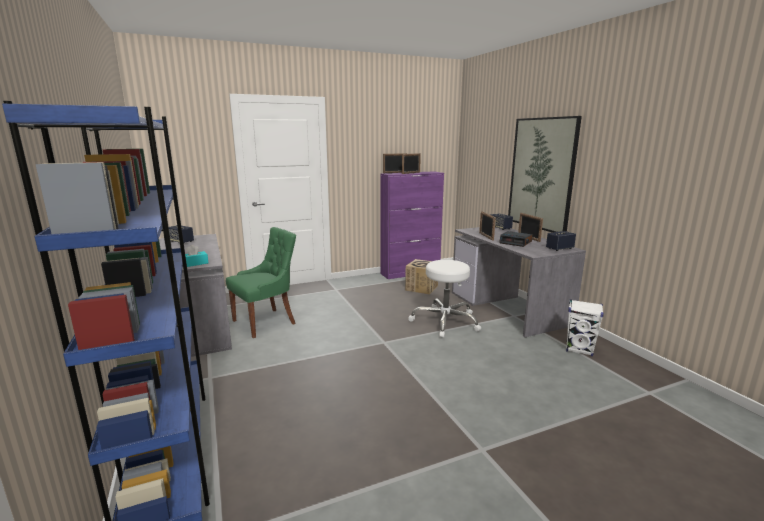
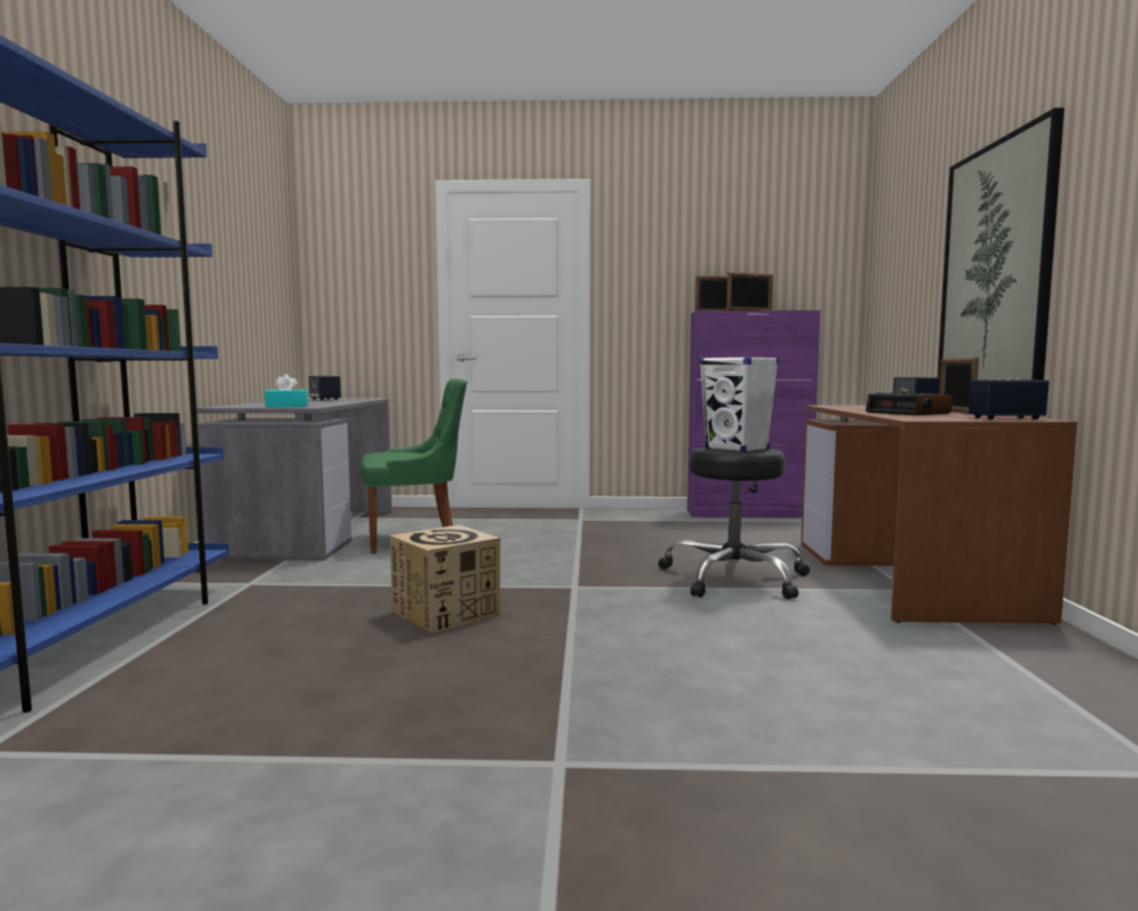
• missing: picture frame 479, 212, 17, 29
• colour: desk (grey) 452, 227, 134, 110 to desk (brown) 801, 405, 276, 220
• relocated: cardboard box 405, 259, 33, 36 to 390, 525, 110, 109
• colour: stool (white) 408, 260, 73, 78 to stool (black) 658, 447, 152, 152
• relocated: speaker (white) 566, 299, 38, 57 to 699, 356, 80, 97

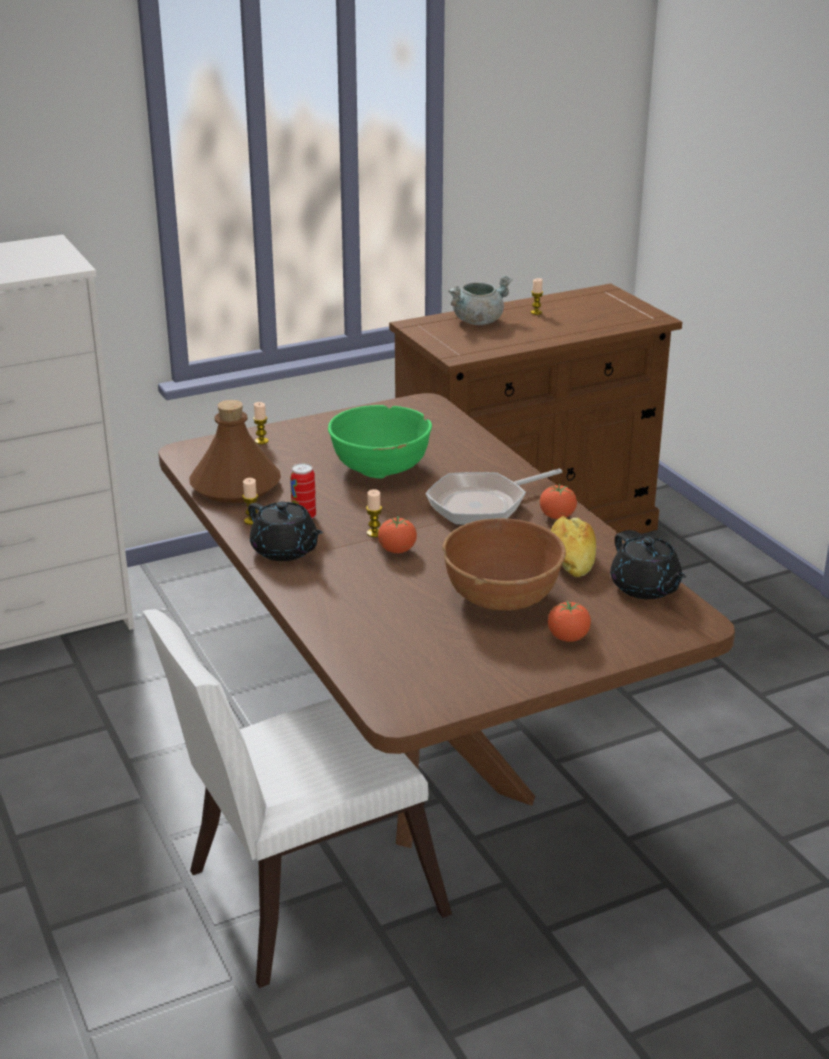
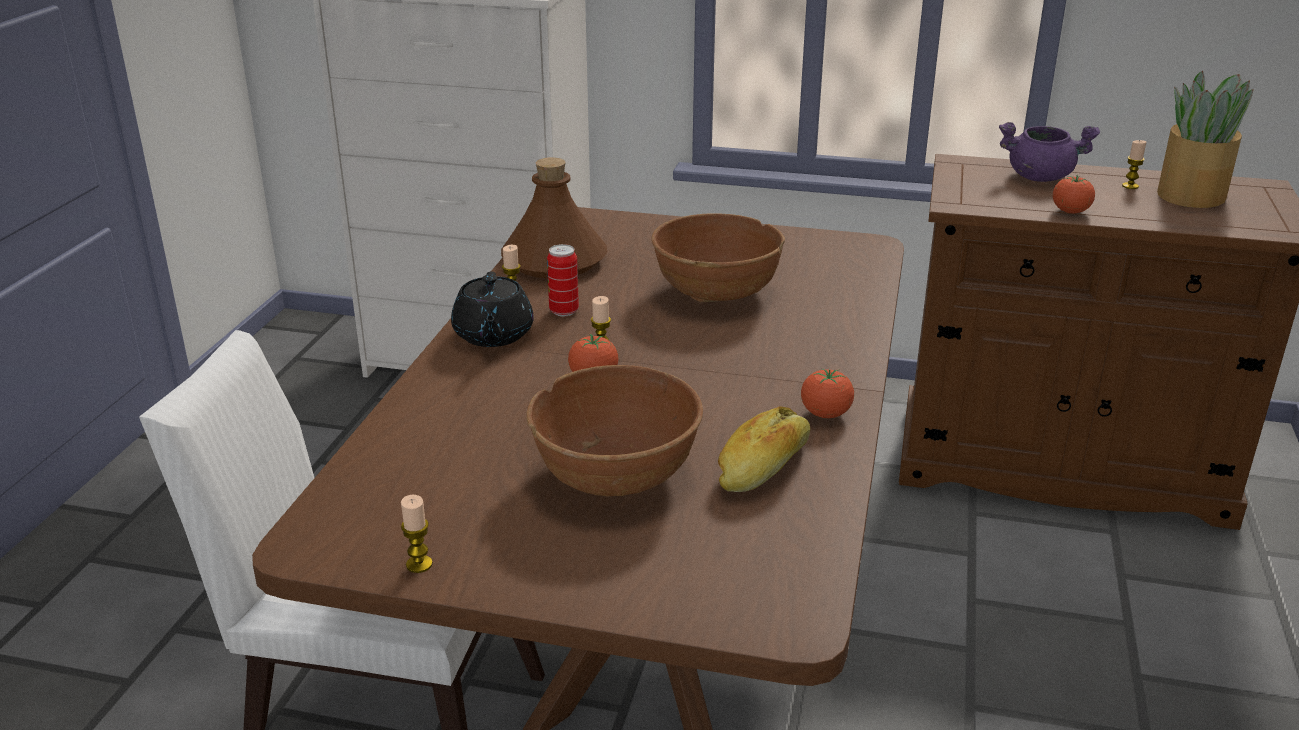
• colour: cooking pot (grey) 448, 276, 65, 49 to cooking pot (purple) 999, 122, 101, 60
• relocated: candle 253, 402, 16, 42 to 401, 495, 32, 78
• colour: bowl (green) 328, 405, 104, 73 to bowl (brown) 651, 213, 134, 89
• missing: frying pan 425, 469, 137, 56
• missing: teapot (black) 610, 533, 76, 66
• relocated: tomato 548, 601, 43, 41 to 1053, 175, 42, 38
• appeared: potted plant 1157, 71, 97, 137

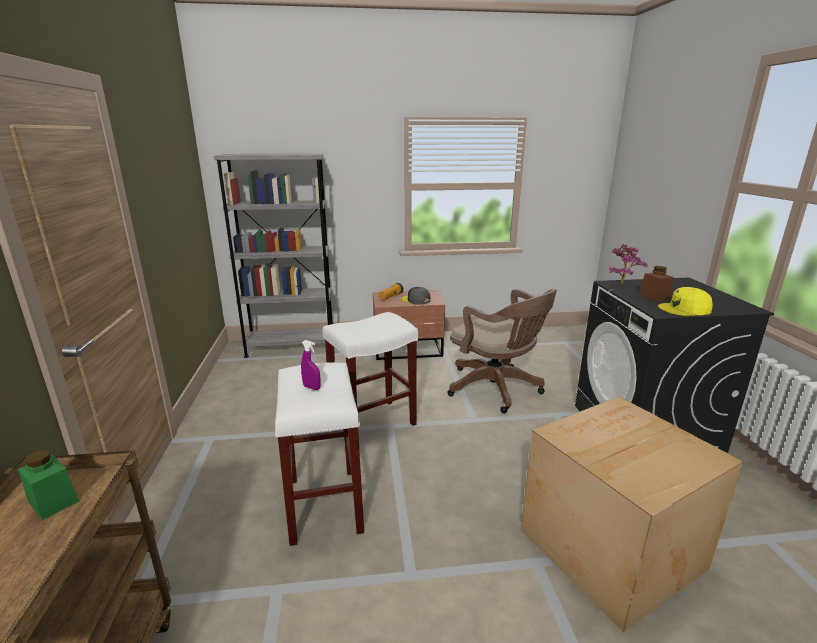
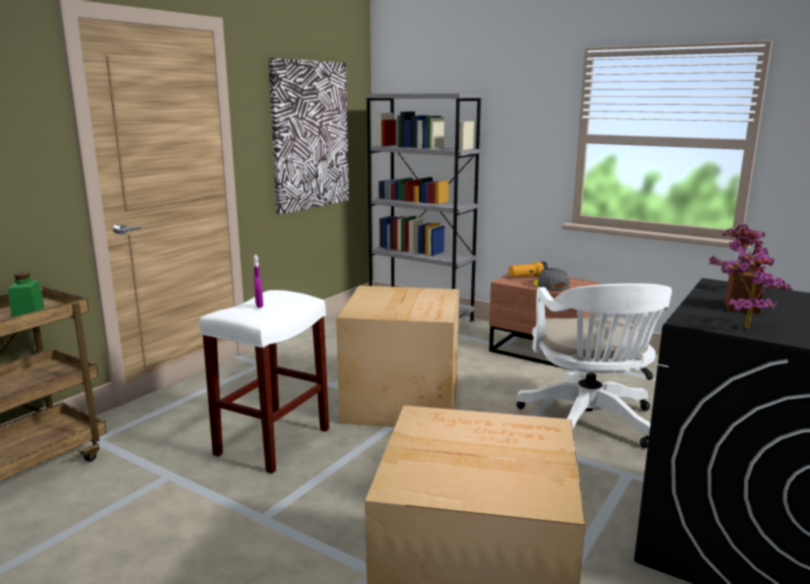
• exchanged: cap (yellow) 658, 287, 55, 29 to potted plant 721, 252, 71, 77
• colour: office chair (brown) 448, 289, 109, 125 to office chair (white) 516, 283, 156, 165
• exchanged: stool (white) 323, 312, 95, 114 to cardboard box 336, 286, 123, 141
• appeared: picture 268, 58, 81, 156

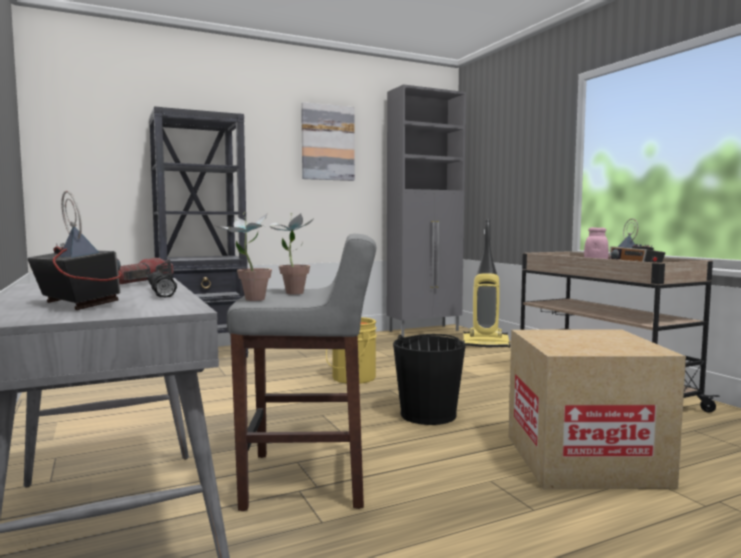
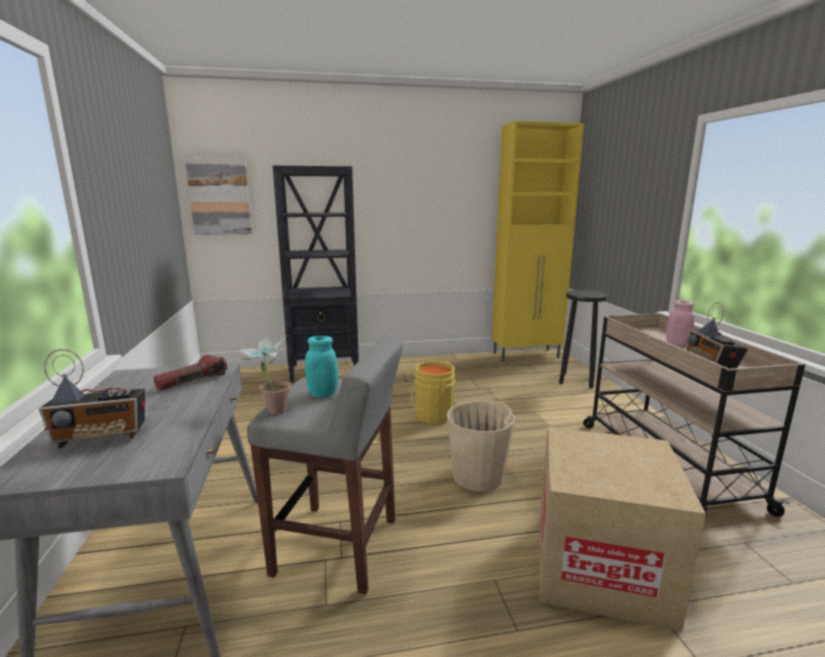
• colour: cabinet (grey) 387, 84, 79, 252 to cabinet (yellow) 492, 121, 92, 241
• relocated: picture 301, 102, 54, 79 to 185, 157, 67, 78
• spun: radio 27, 191, 95, 119 = 38, 349, 107, 100 105 degrees clockwise
• exchanged: potted plant 269, 213, 44, 81 to jar (turquoise) 305, 336, 33, 61
• exchanged: vacuum cleaner 463, 219, 47, 129 to stool (black) 559, 290, 48, 98
• missing: flashlight (black) 148, 271, 29, 27
• colour: bucket (black) 393, 334, 73, 91 to bucket (beige) 447, 401, 68, 90

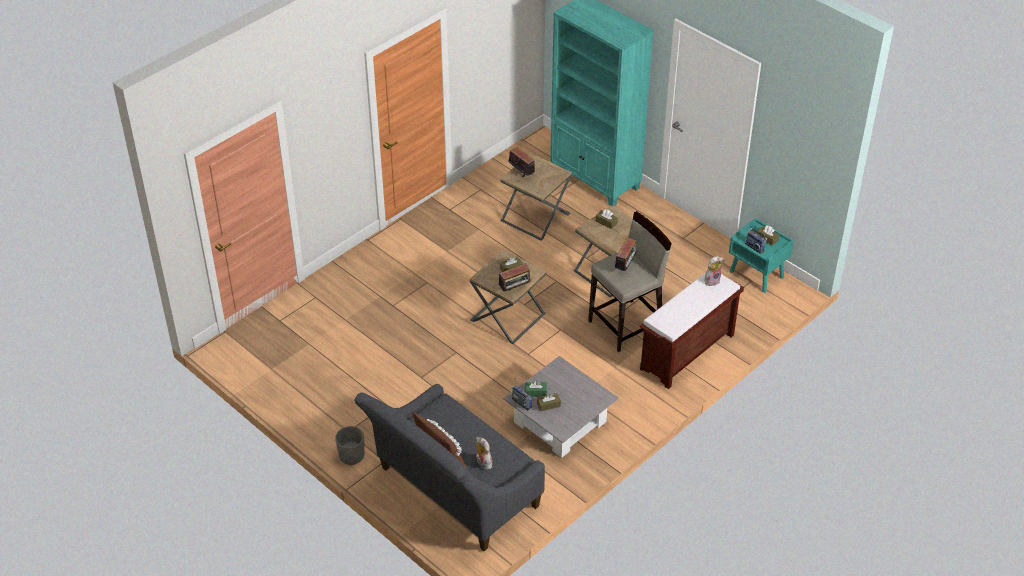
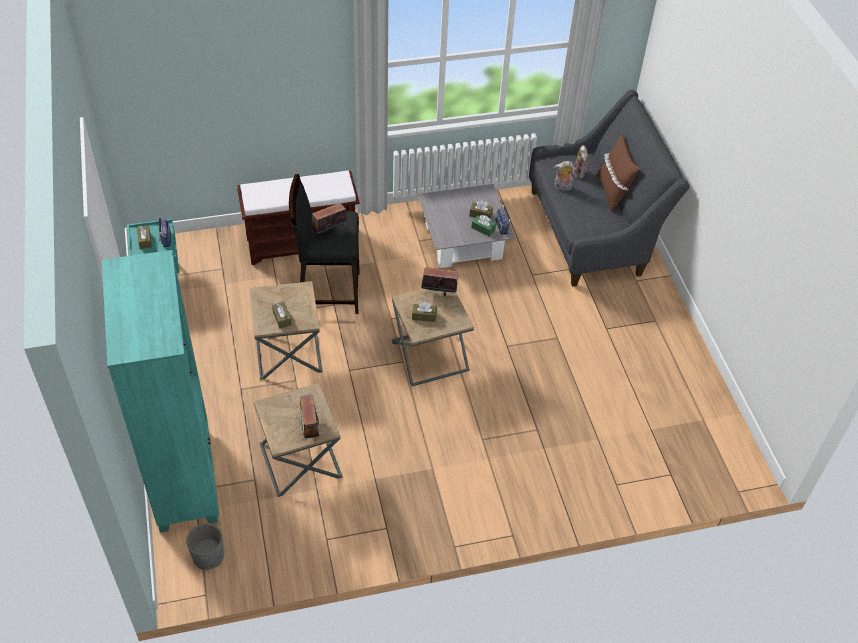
• colour: stool (beige) 588, 211, 84, 141 to stool (black) 289, 174, 71, 140
• relocated: plush toy 704, 256, 20, 30 to 554, 161, 20, 30
• relocated: planter (grey) 335, 426, 29, 39 to 186, 523, 38, 47

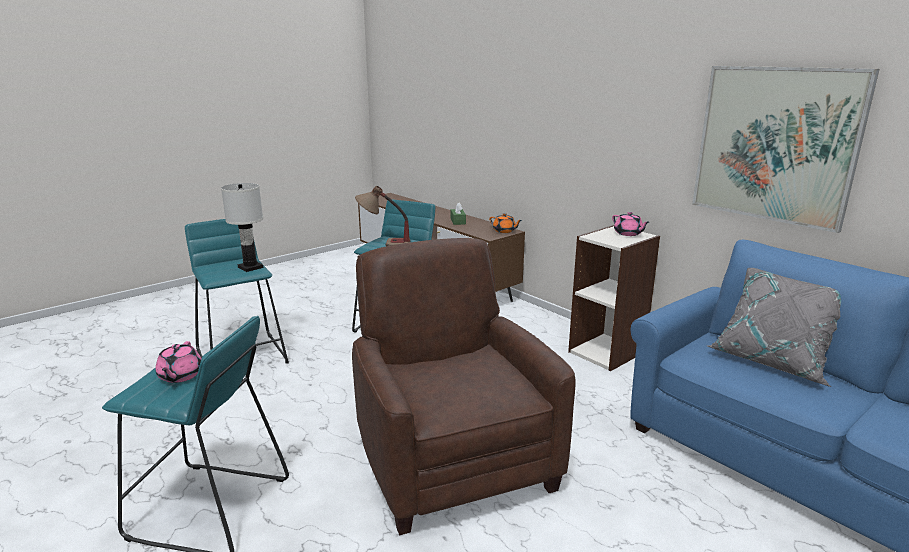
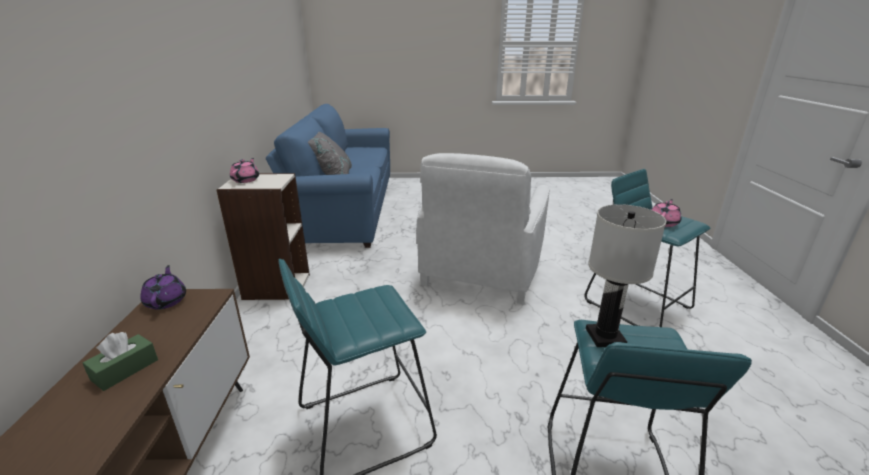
• missing: picture 692, 66, 187, 167
• missing: table lamp 355, 186, 56, 60
• colour: teapot (orange) 489, 213, 33, 20 to teapot (purple) 140, 265, 46, 44
• colour: armchair (brown) 352, 238, 224, 297 to armchair (white) 417, 153, 133, 151

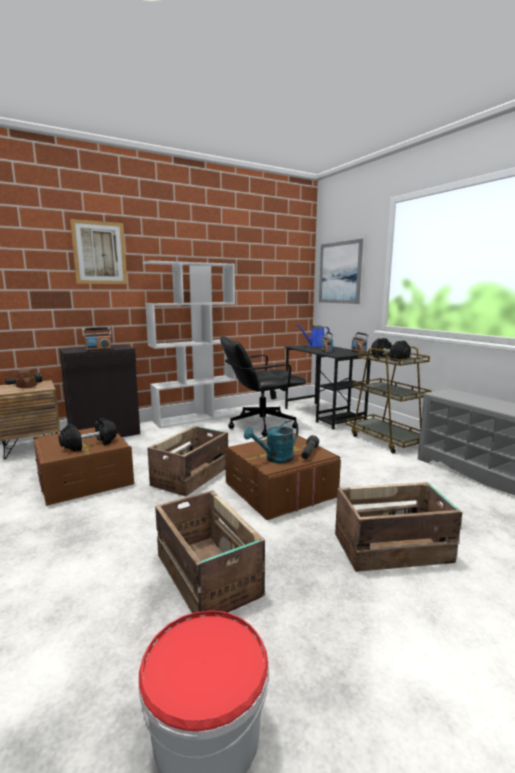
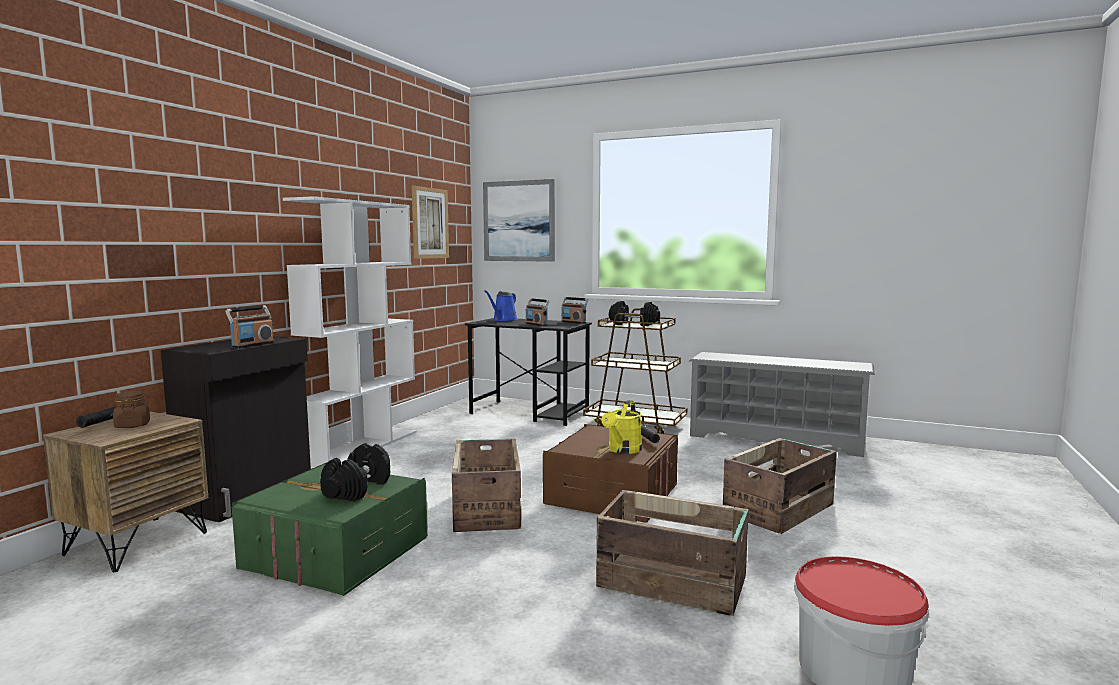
• relocated: picture 70, 219, 57, 65 to 412, 186, 37, 73
• missing: office chair (black) 220, 336, 86, 100
• colour: watering can (turquoise) 244, 420, 54, 44 to watering can (yellow) 602, 400, 40, 54
• colour: storage box (brown) 33, 427, 101, 79 to storage box (green) 232, 463, 196, 133

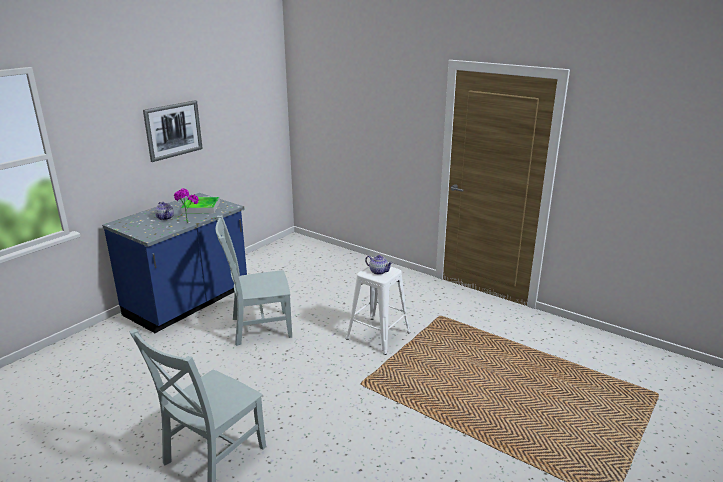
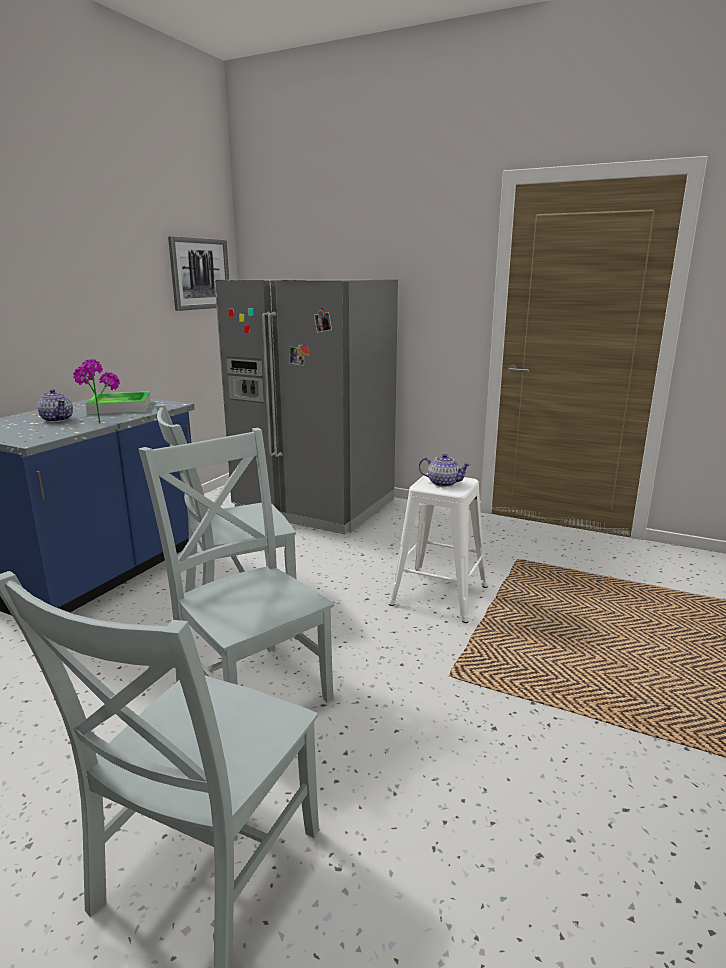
• relocated: picture 143, 100, 60, 62 to 168, 236, 61, 75
• appeared: fridge (grey) 215, 279, 183, 255
• appeared: chair (grey) 139, 428, 195, 275

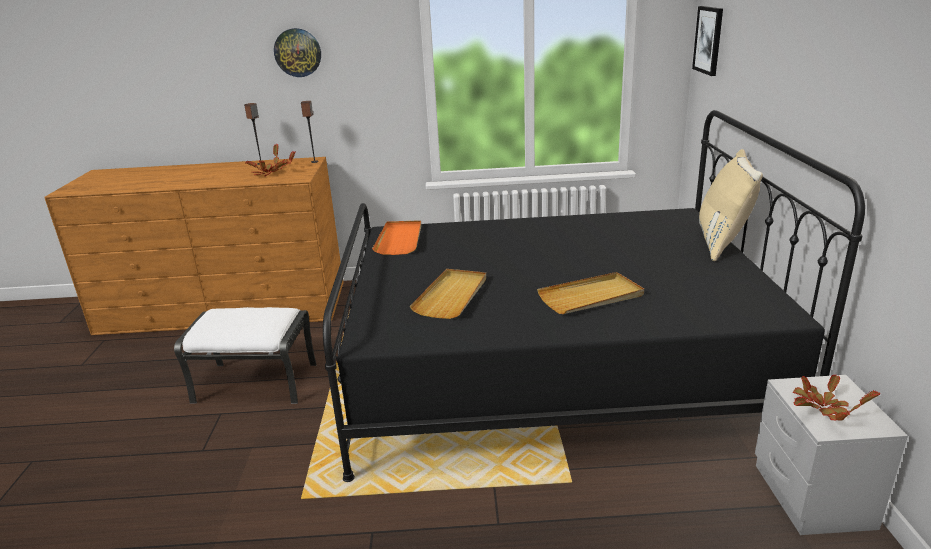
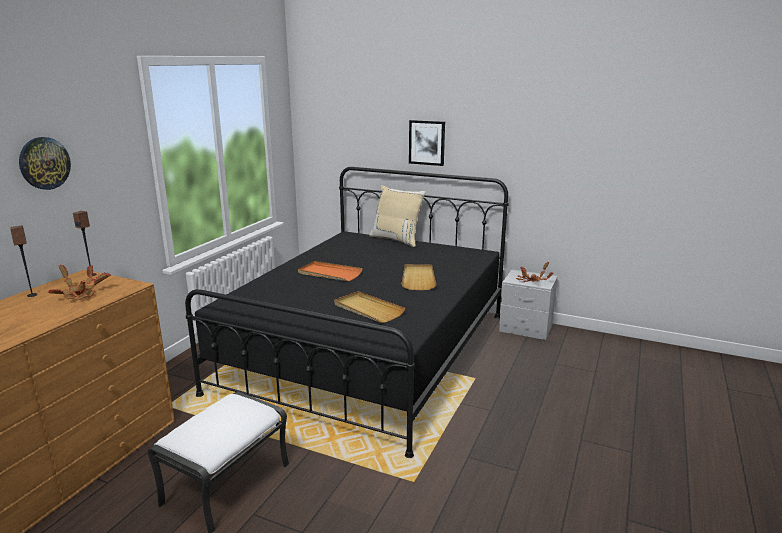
• relocated: picture 692, 6, 31, 70 to 409, 120, 36, 46
• relocated: tray (orange) 372, 220, 49, 35 to 298, 261, 65, 20

